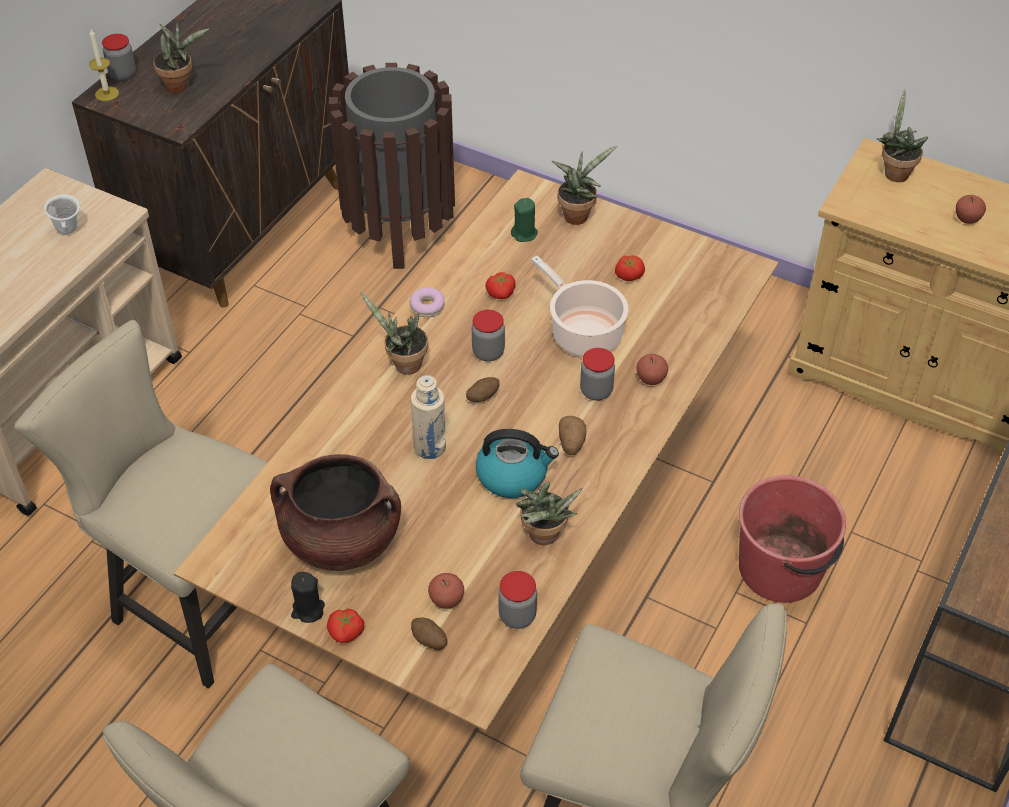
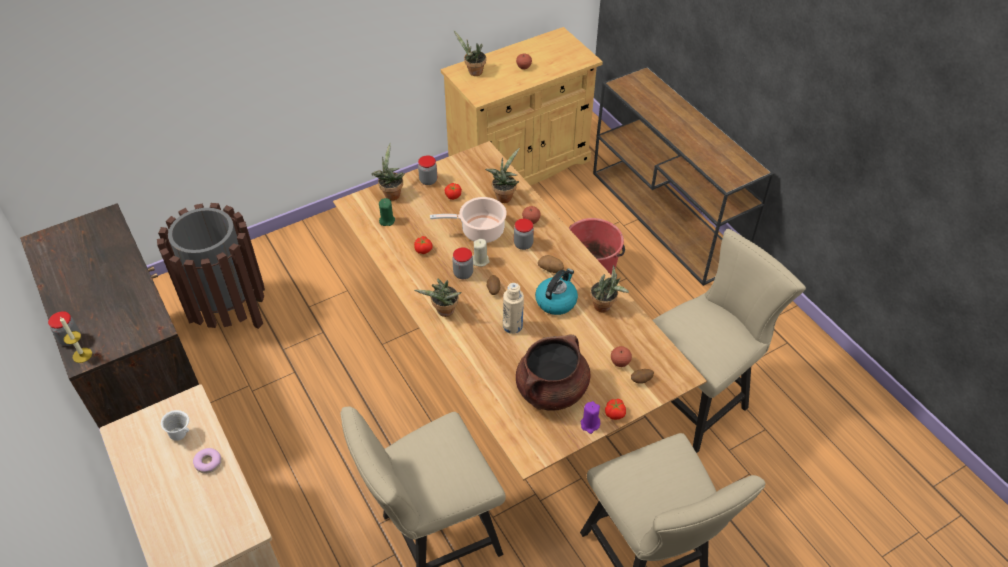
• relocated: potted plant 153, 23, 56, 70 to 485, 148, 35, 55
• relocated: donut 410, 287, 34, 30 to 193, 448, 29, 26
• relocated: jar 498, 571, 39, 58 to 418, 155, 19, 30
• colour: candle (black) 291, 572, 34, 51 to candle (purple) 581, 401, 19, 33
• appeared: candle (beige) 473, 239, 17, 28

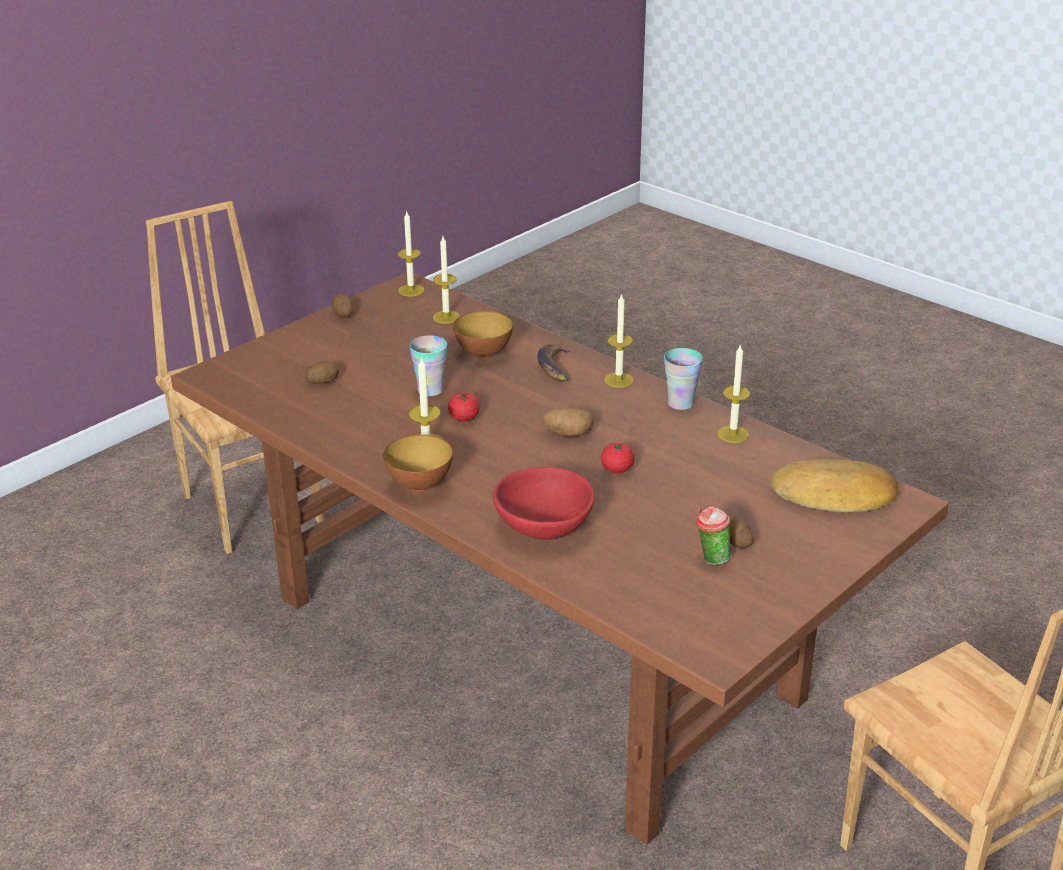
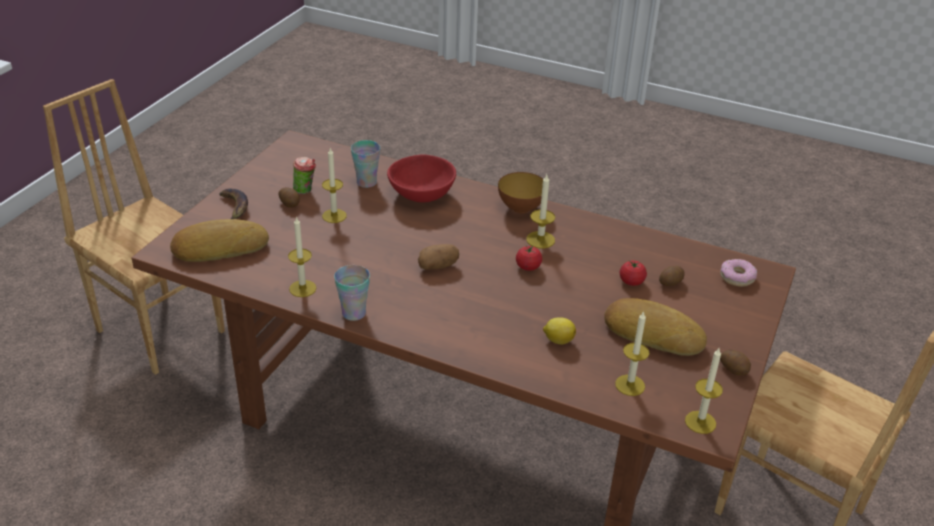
• relocated: candle 604, 293, 30, 95 to 322, 148, 25, 75
• exchanged: bowl 453, 311, 60, 48 to lemon 543, 317, 33, 28
• relocated: cup 409, 335, 38, 61 to 351, 140, 29, 48
• relocated: banana 537, 344, 34, 38 to 219, 189, 29, 30
• relocated: tomato 601, 442, 34, 31 to 620, 260, 27, 26
• appeared: donut 720, 259, 37, 28
• appeared: bread 604, 298, 103, 58

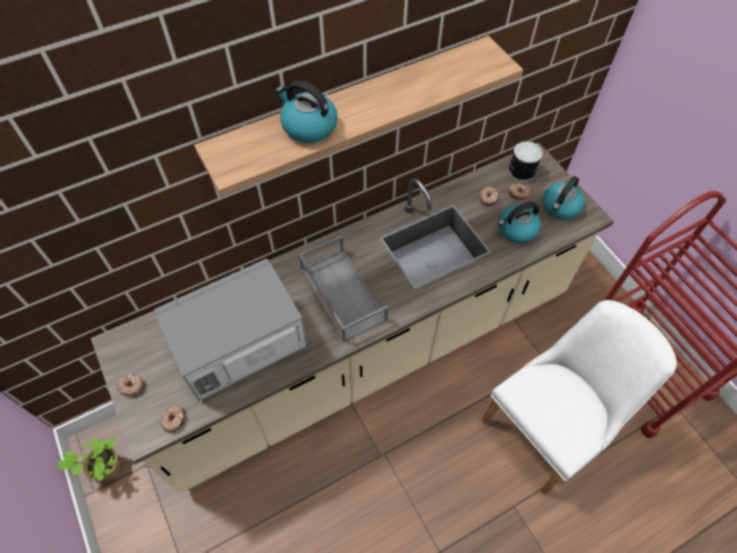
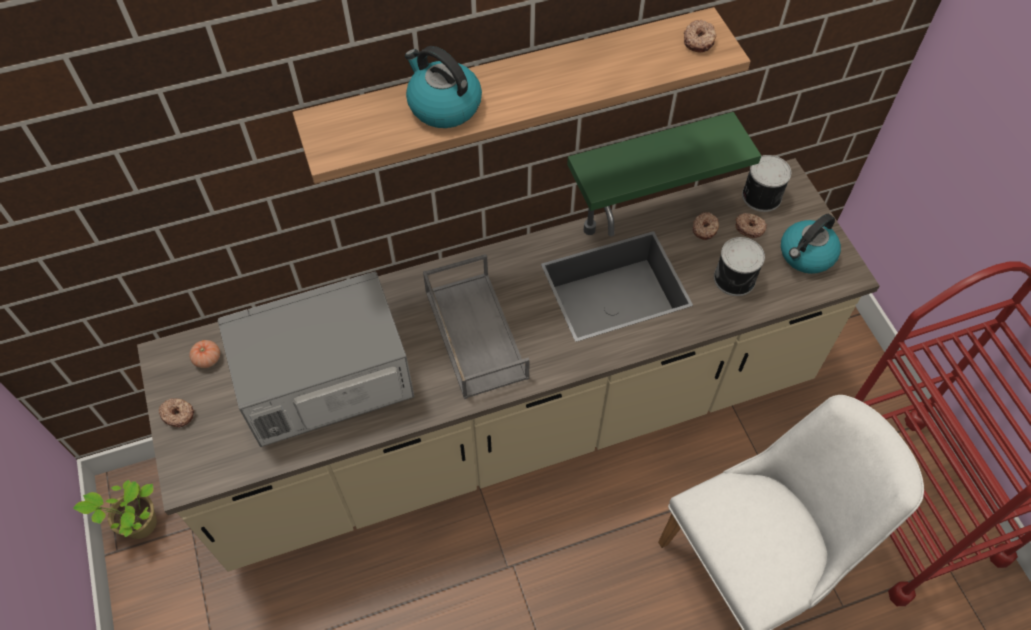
• exchanged: kettle 498, 202, 43, 41 to can 714, 237, 51, 59
• relocated: donut 160, 404, 24, 28 to 684, 20, 32, 33
• appeared: shelf (green) 567, 112, 194, 99
• appeared: tomato 189, 340, 31, 28

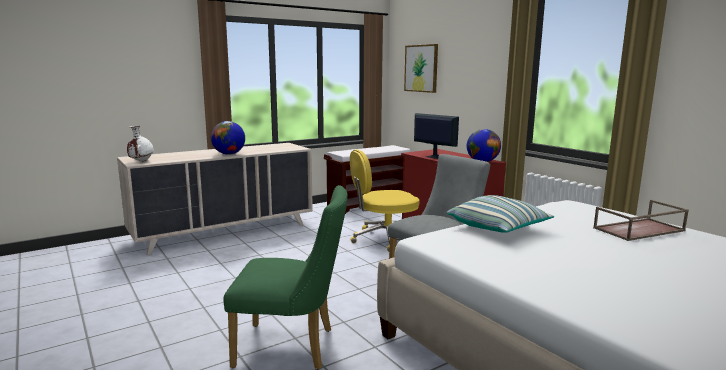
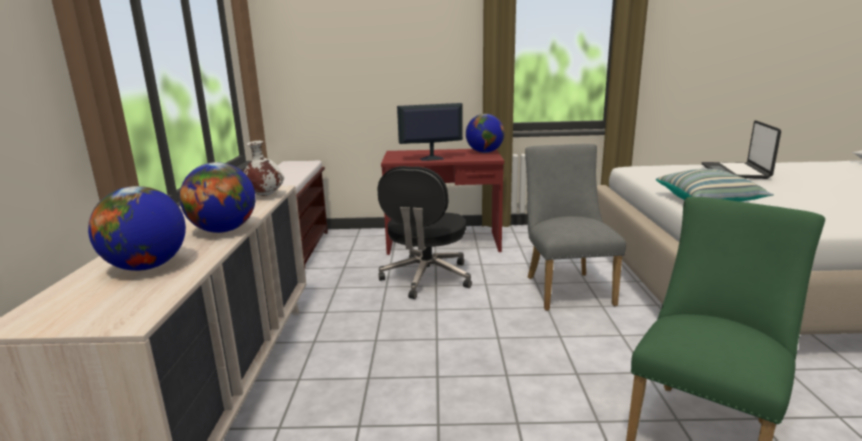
• missing: picture 404, 44, 34, 49
• relocated: vase (white) 127, 125, 27, 36 to 243, 141, 41, 55
• colour: office chair (yellow) 350, 149, 69, 103 to office chair (black) 378, 166, 94, 133
• exchanged: tray (brown) 593, 200, 96, 41 to laptop 701, 120, 80, 59
• appeared: globe 88, 186, 98, 85

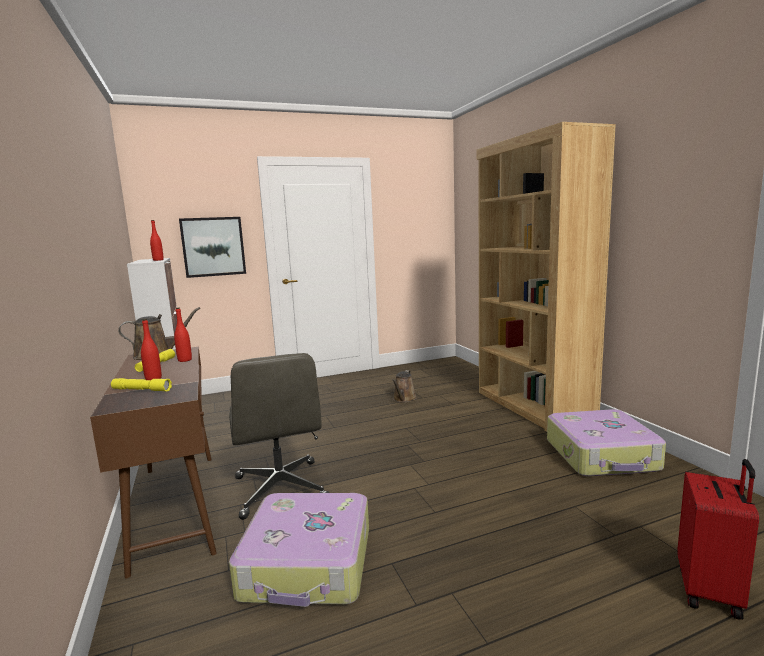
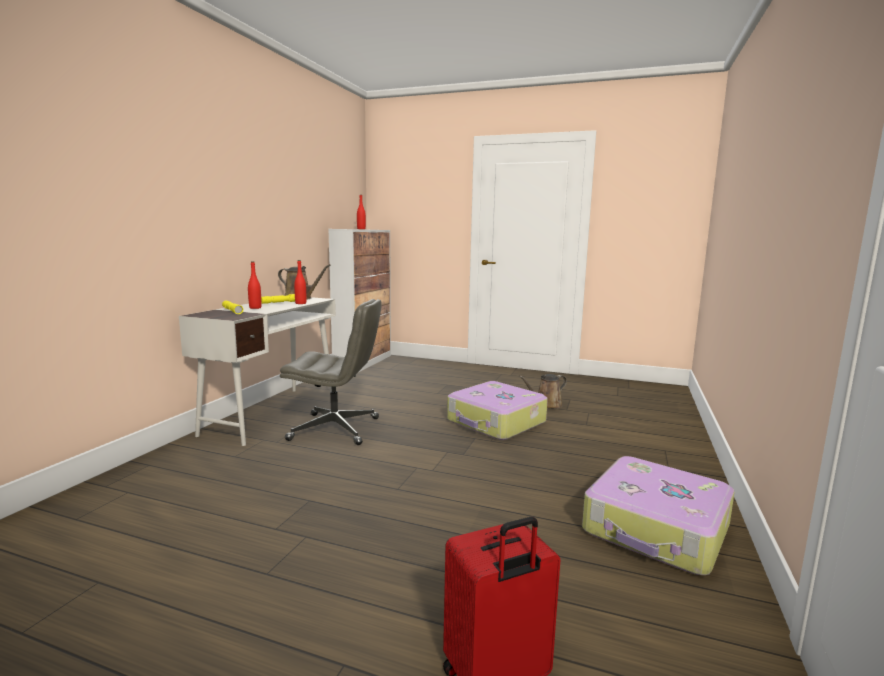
• missing: bookcase (brown) 476, 122, 140, 310
• missing: picture 179, 217, 67, 61
• colour: desk (brown) 90, 347, 127, 231 to desk (white) 179, 297, 157, 149
• spun: office chair (grey) 229, 353, 100, 167 = 280, 299, 101, 146 105 degrees counterclockwise
• relocated: suitcase 229, 493, 140, 114 to 447, 381, 101, 59

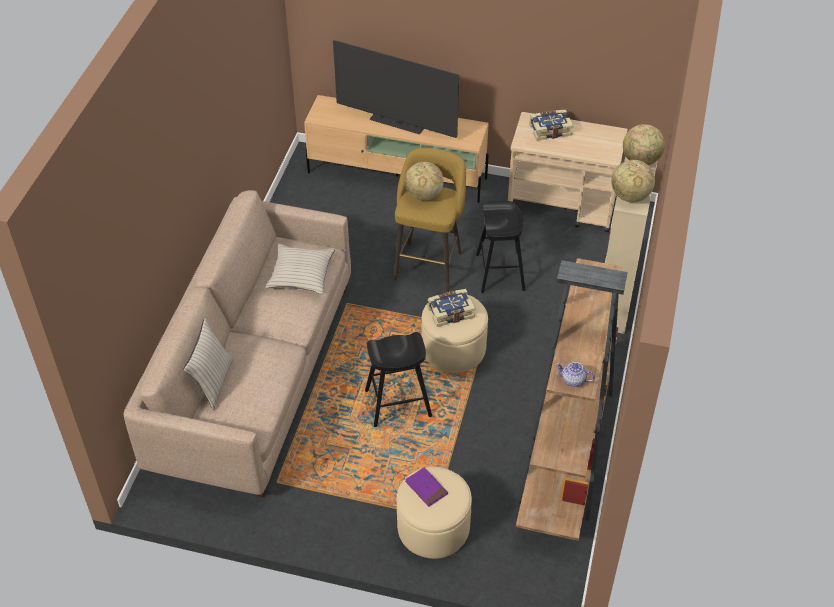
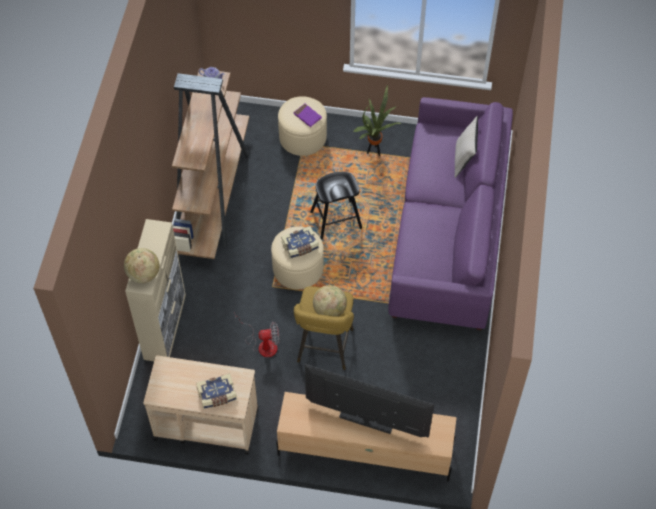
• missing: globe 612, 160, 43, 42
• colour: sofa (beige) 124, 190, 227, 307 to sofa (purple) 388, 97, 125, 233
• exchanged: stool (black) 476, 201, 49, 92 to fan 235, 316, 44, 41
• missing: pillow (beige) 265, 244, 70, 50
• appeared: potted plant 353, 85, 49, 71

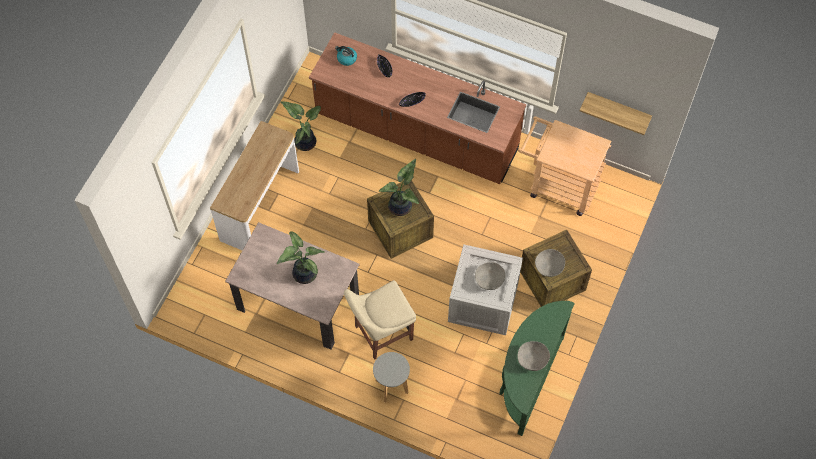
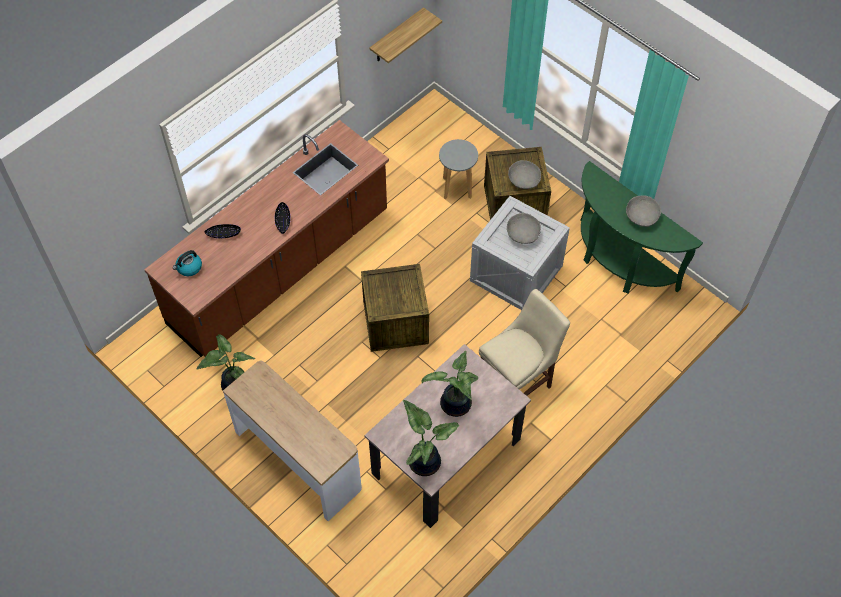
• missing: cart (beige) 518, 116, 93, 100
• relocated: potted plant 379, 159, 40, 57 to 403, 400, 57, 76
• spun: chair (beige) 344, 280, 72, 80 = 479, 289, 91, 107 120 degrees counterclockwise
• relocated: stool (grey) 373, 352, 37, 50 to 439, 139, 39, 60

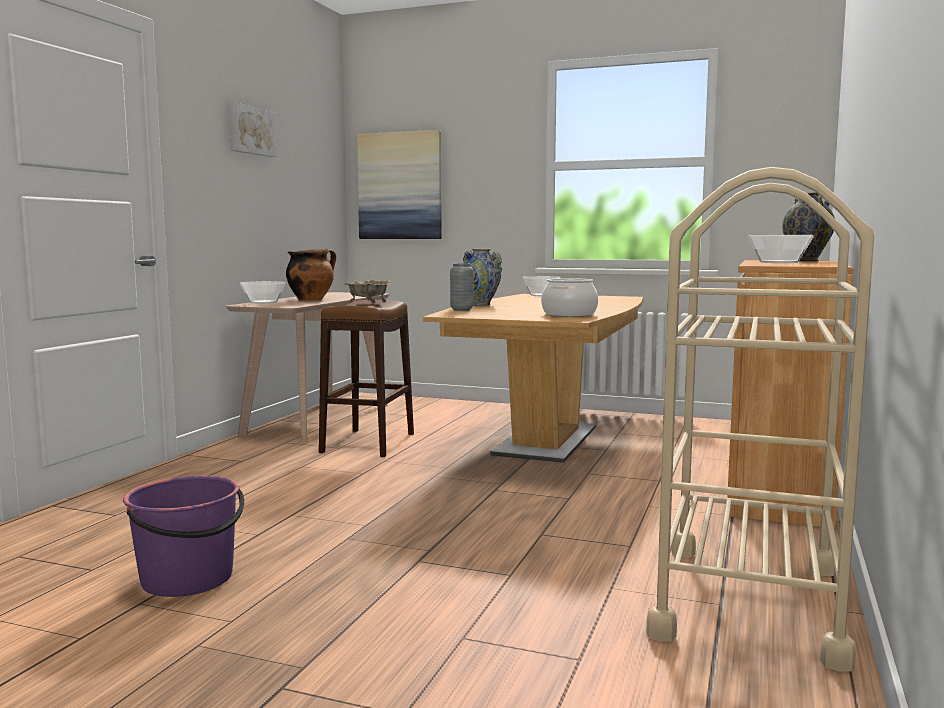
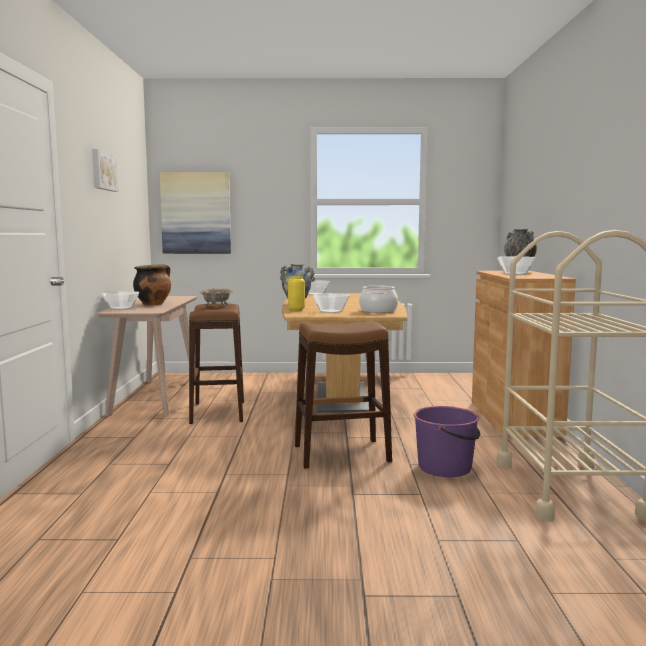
• colour: vase (grey) 450, 263, 24, 48 to vase (yellow) 288, 276, 17, 35
• relocated: bucket (purple) 123, 475, 121, 122 to 414, 406, 66, 71
• appeared: bowl 312, 293, 38, 20
• appeared: stool (brown) 295, 321, 97, 147

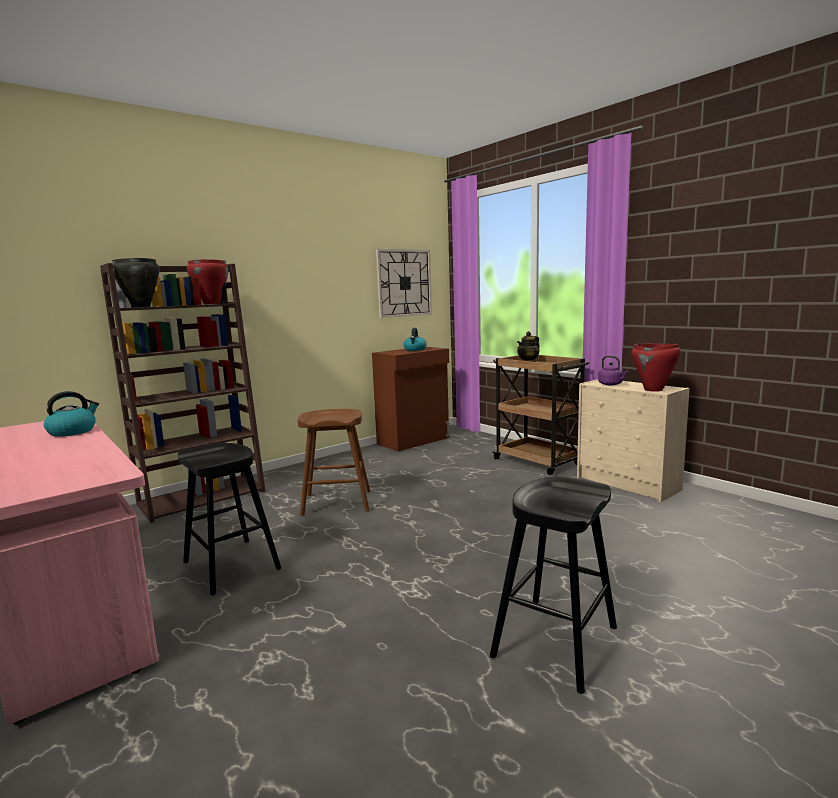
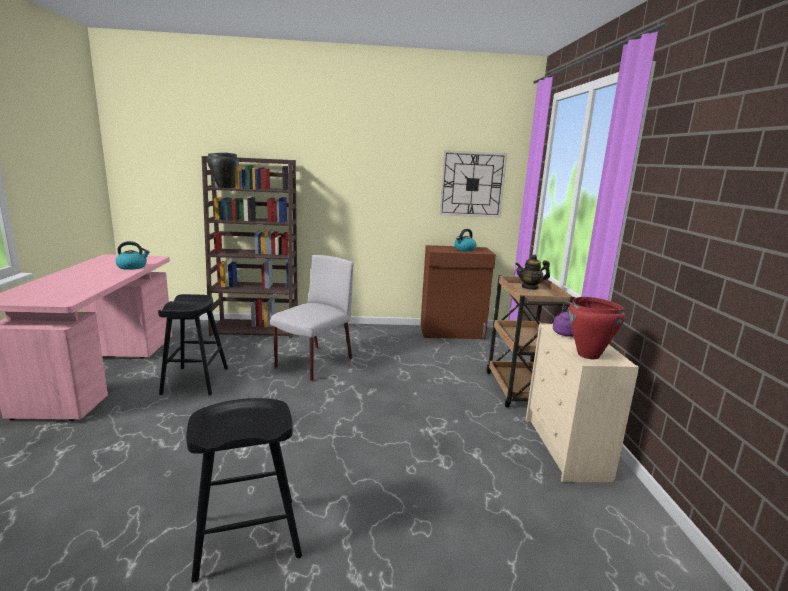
• missing: cooking pot (red) 187, 259, 41, 45
• exchanged: stool (brown) 297, 409, 73, 107 to chair (grey) 270, 255, 83, 126

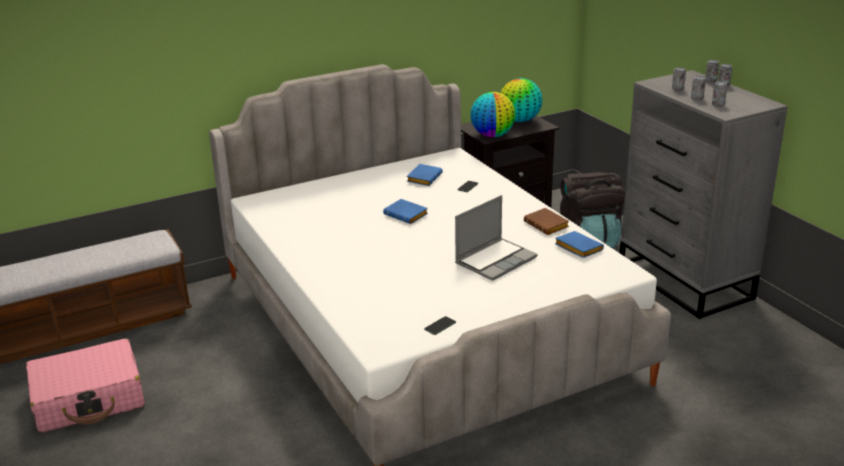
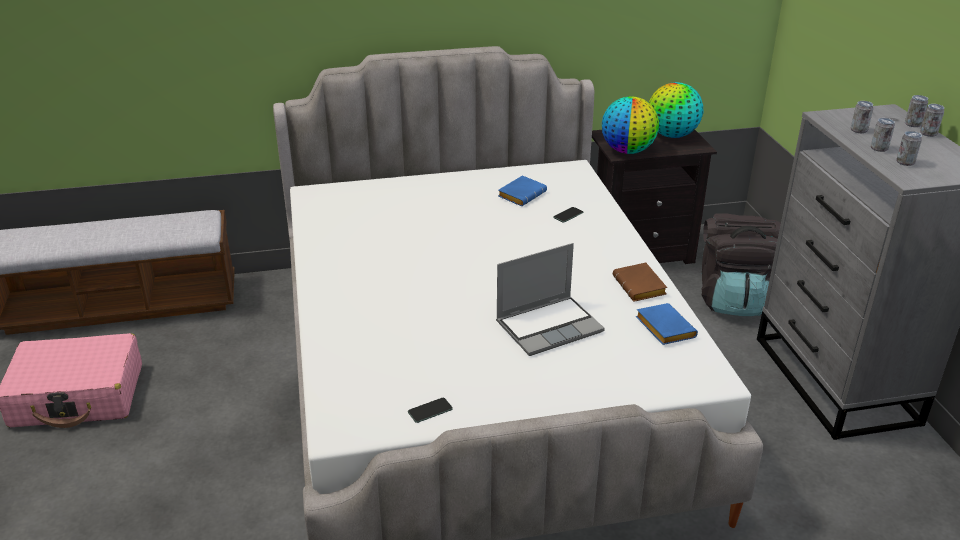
• missing: book (blue) 383, 199, 45, 25

